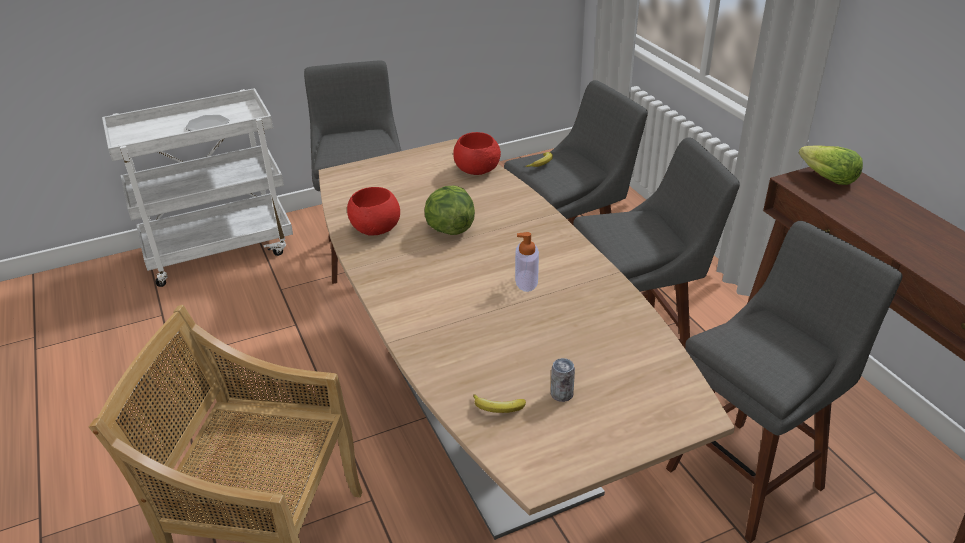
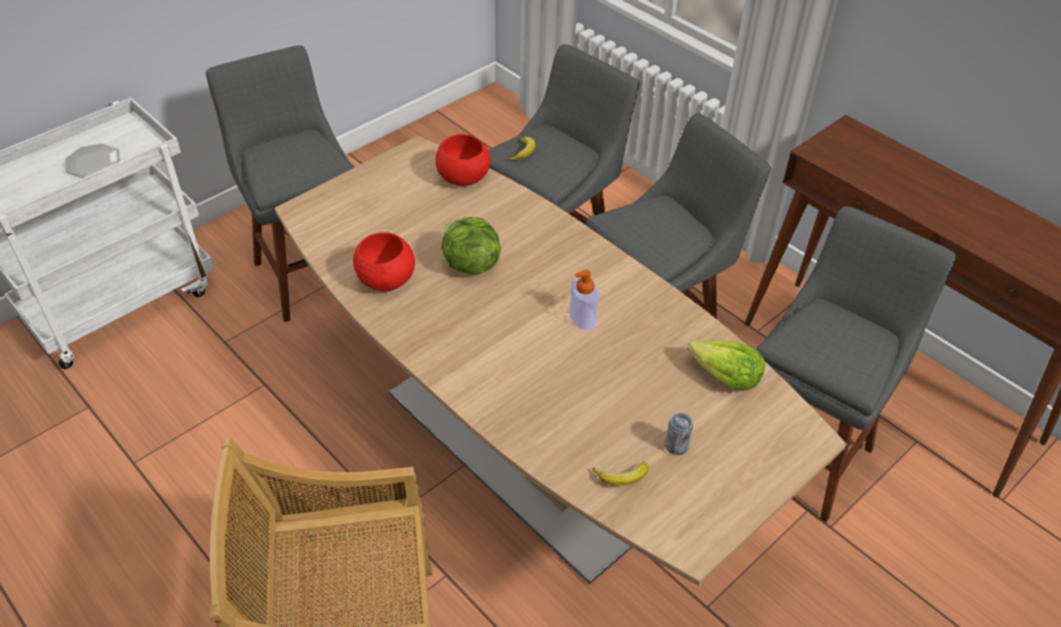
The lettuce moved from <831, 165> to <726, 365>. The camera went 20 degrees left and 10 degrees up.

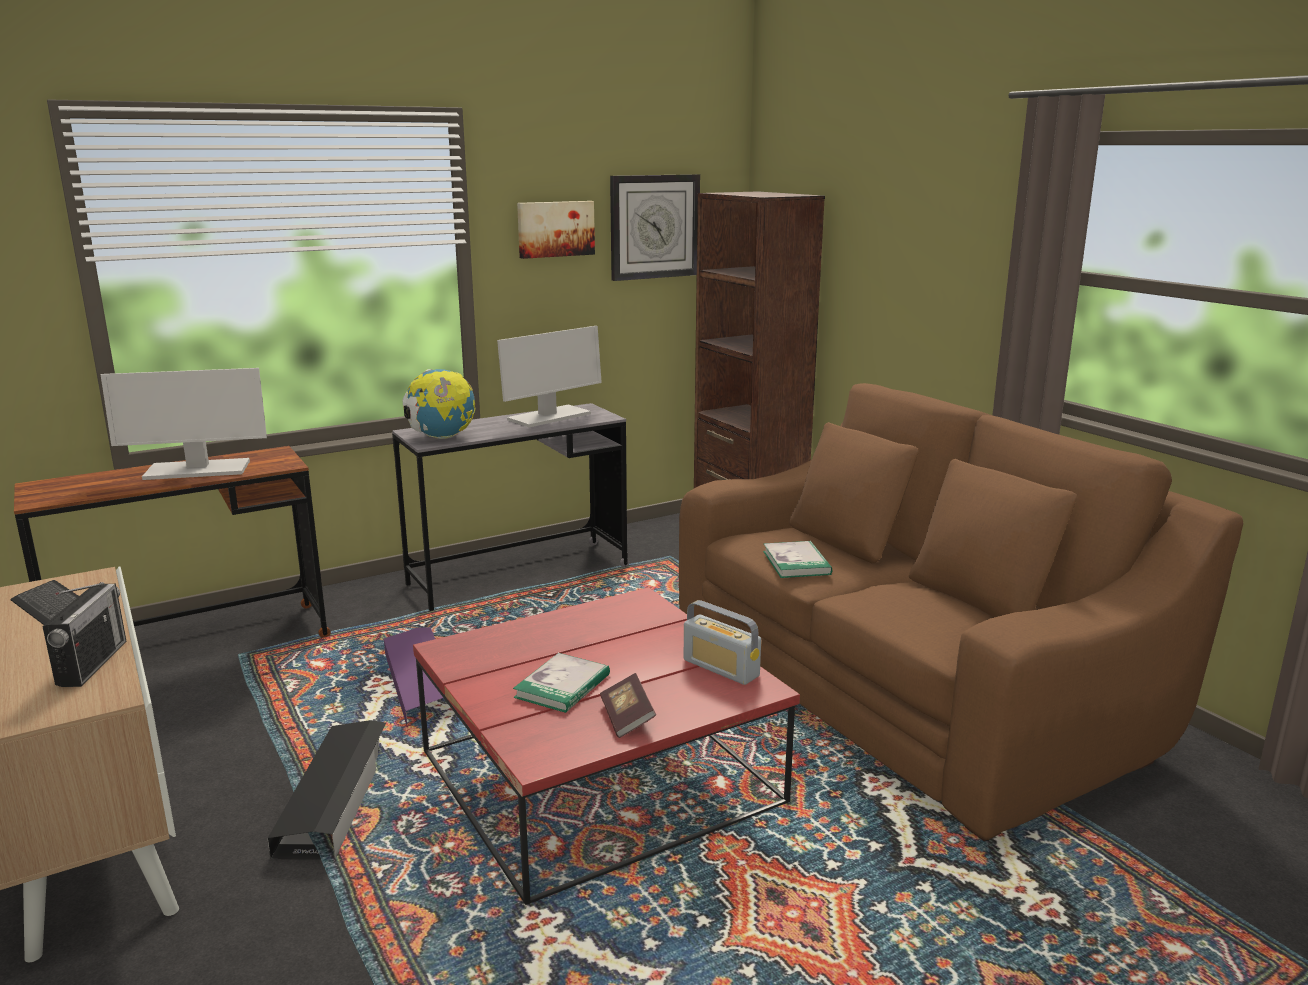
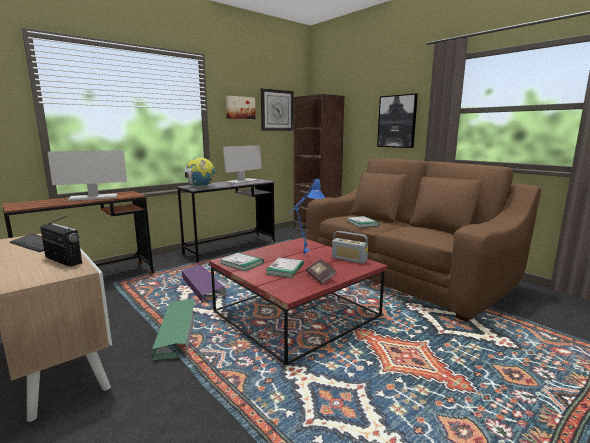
The radio at <85, 634> turned 45 degrees counterclockwise. The storage box/black at <326, 789> became the storage box/green at <173, 329>. The picture at <397, 121> appeared. The table lamp/blue at <307, 216> appeared. The book at <242, 261> appeared. The camera went 10 degrees left and 5 degrees down.

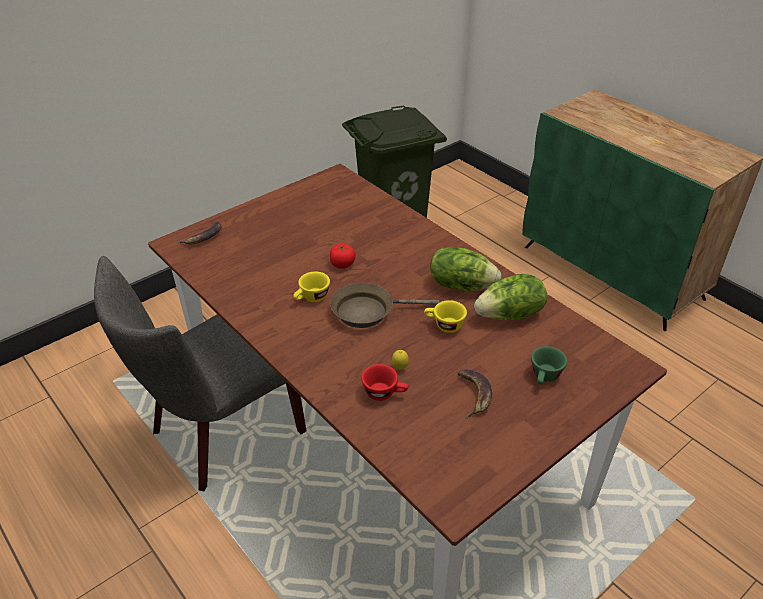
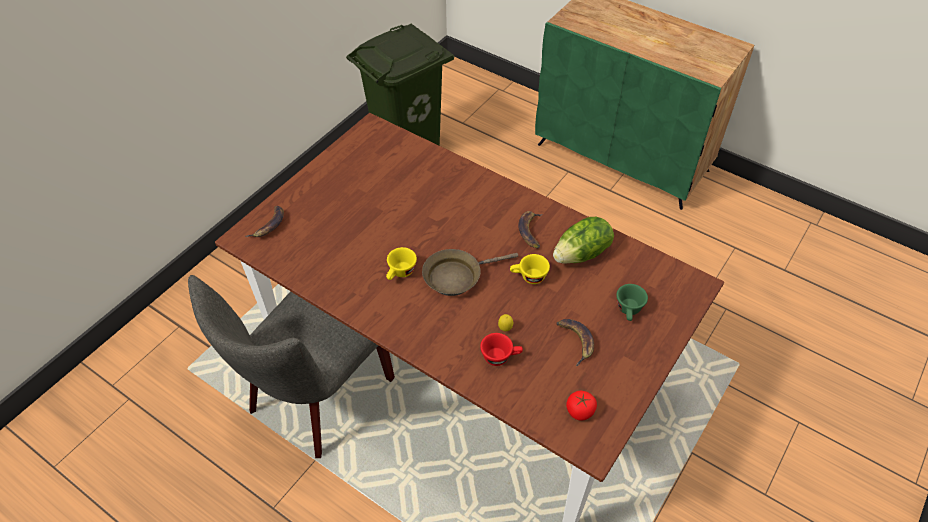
The tomato moved from <343, 256> to <581, 406>. The lettuce at <465, 269> was replaced by the banana at <530, 229>. The camera went 15 degrees left and 10 degrees up.

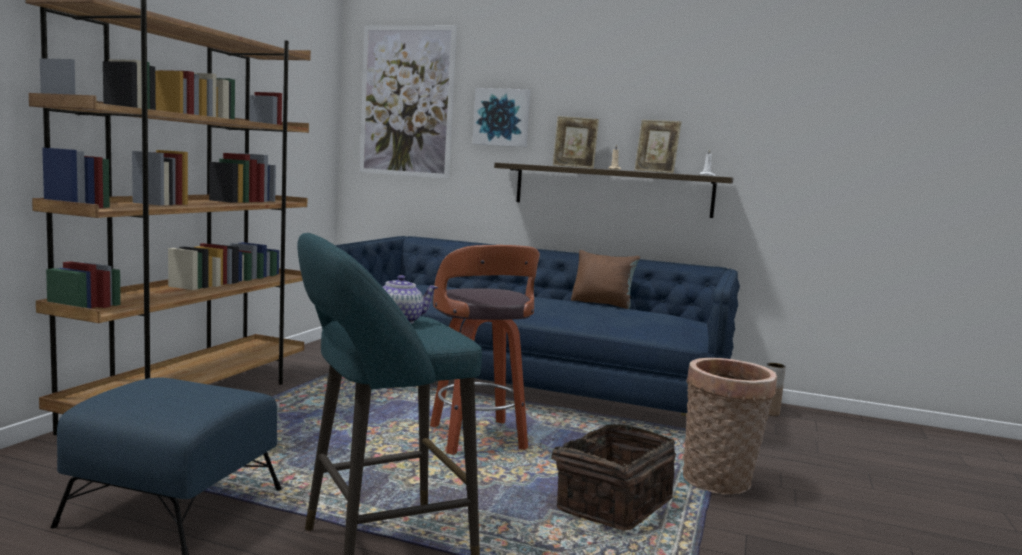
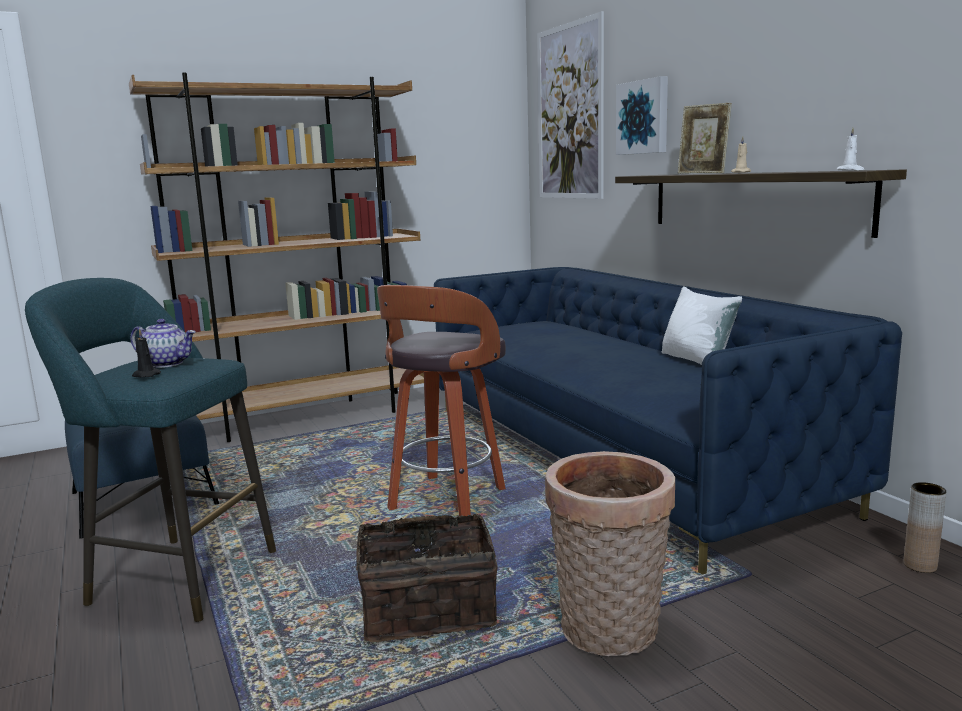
The picture frame at <657, 146> disappeared. The pillow/brown at <605, 279> became the pillow/white at <702, 325>. The candle/black at <146, 353> appeared. The camera went 45 degrees right and 5 degrees up.

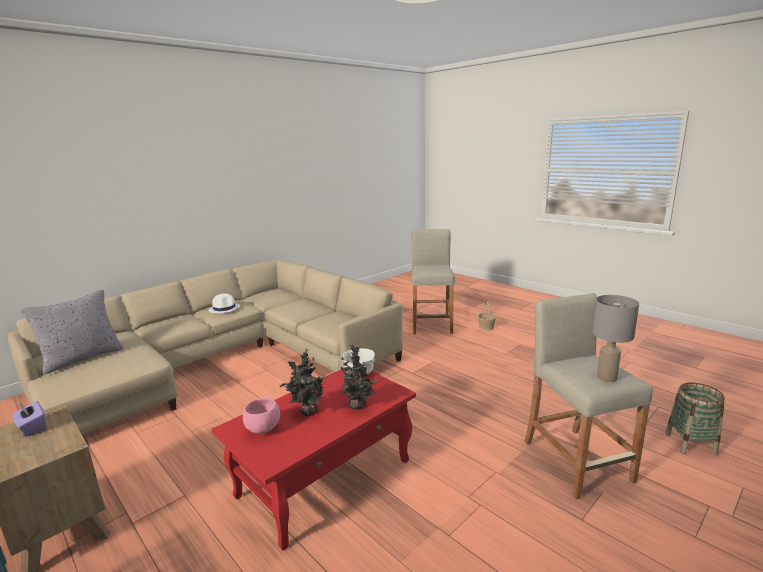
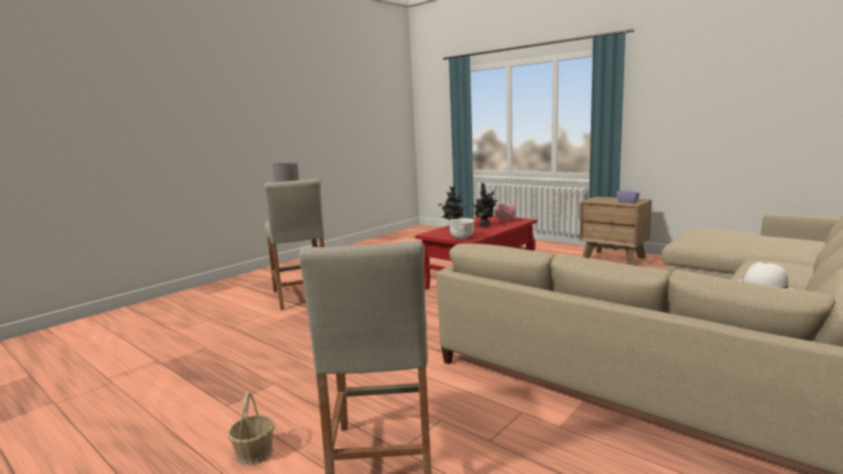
The pillow/grey at <72, 332> disappeared. The basket at <695, 419> disappeared. The camera went 175 degrees right and 5 degrees down.

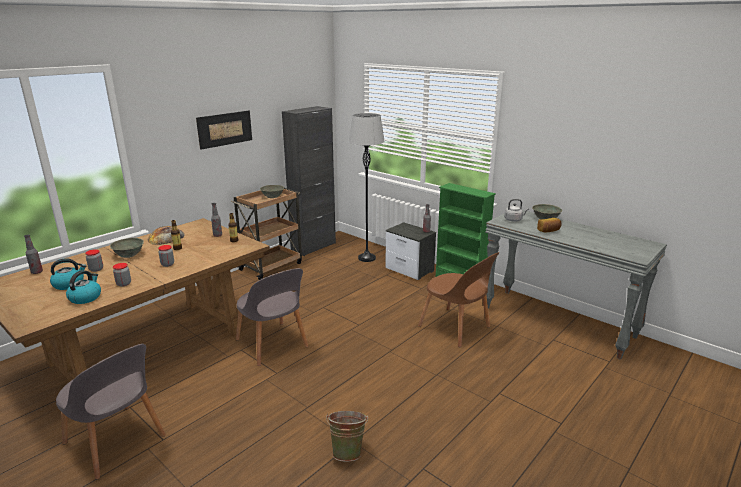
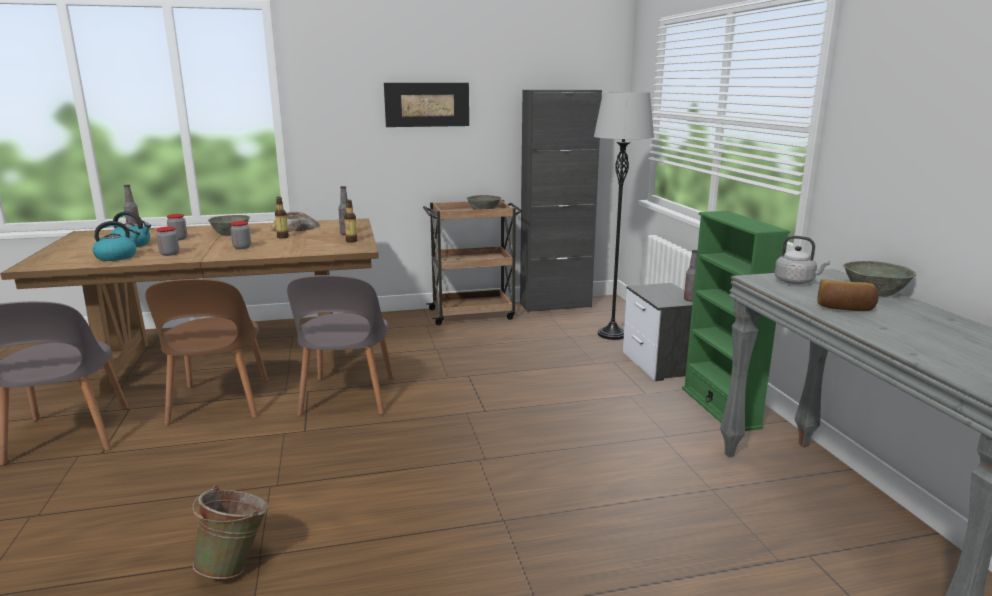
The chair/brown moved from <458, 299> to <206, 352>. The camera went 35 degrees right and 5 degrees down.

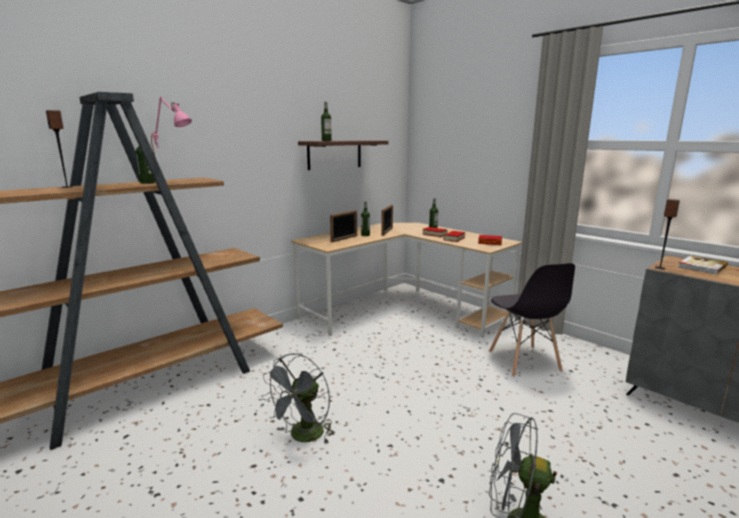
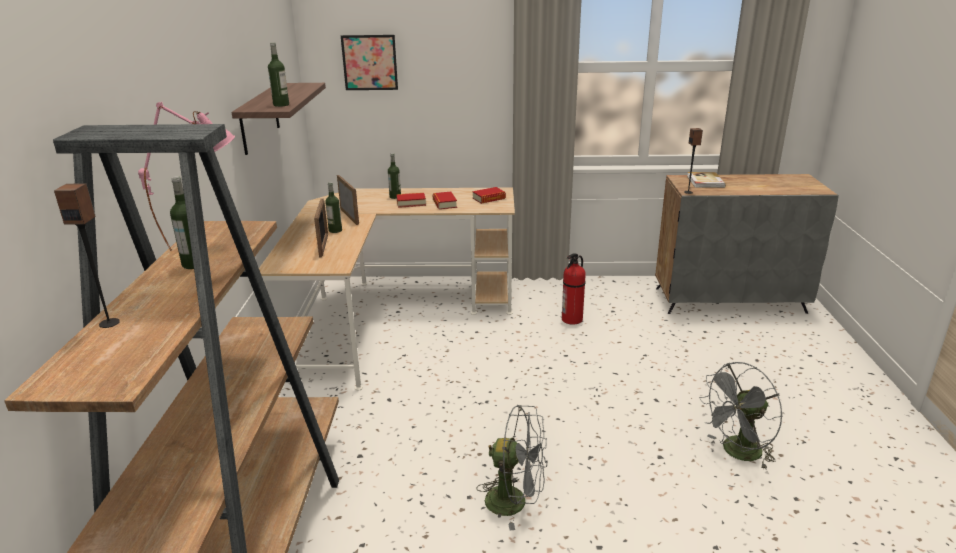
The chair/grey at <532, 320> was replaced by the fire extinguisher at <574, 289>. The fan/grey at <298, 398> turned 60 degrees counterclockwise. The picture at <369, 62> appeared. The camera went 45 degrees left and 10 degrees up.

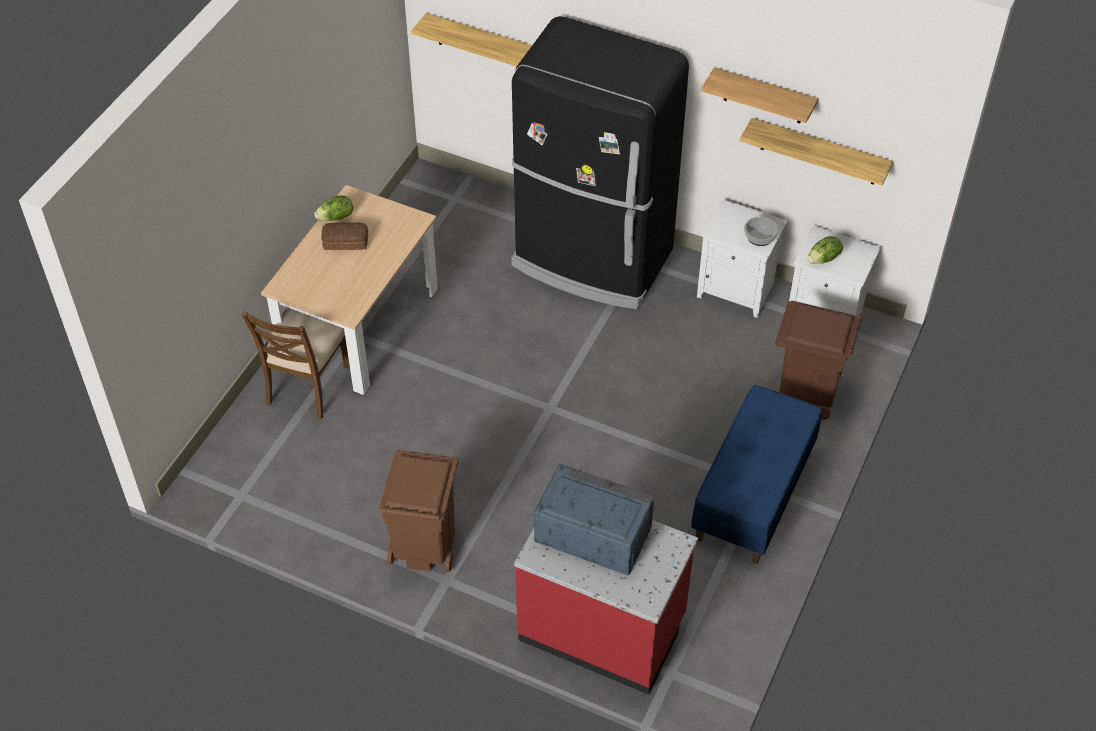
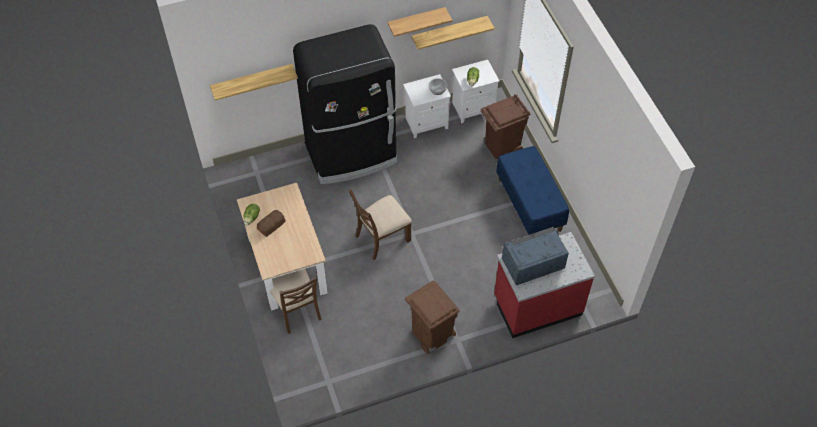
The chair/brown at <380, 224> appeared. The camera went 45 degrees left and 5 degrees up.

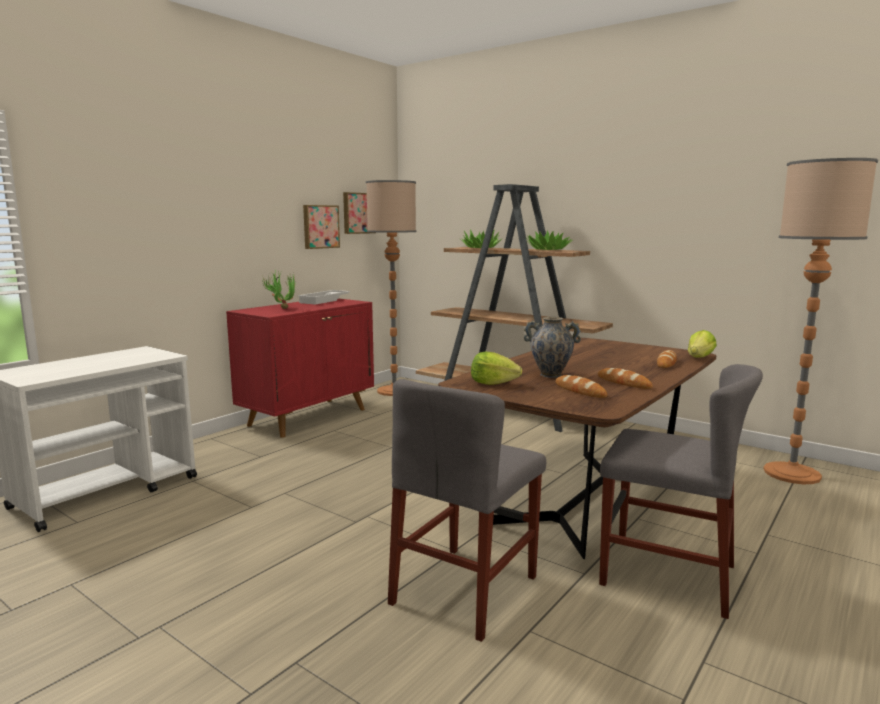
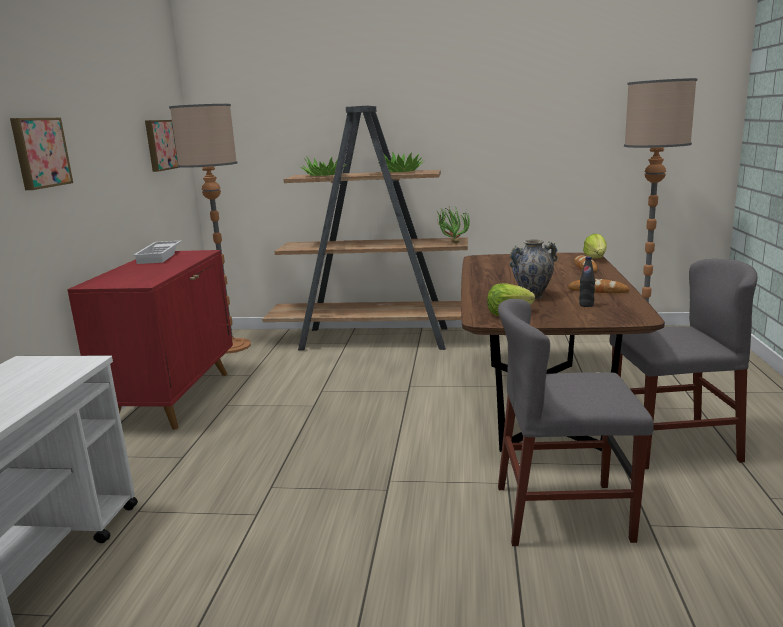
The picture moved from <321, 227> to <41, 154>. The potted plant moved from <278, 289> to <453, 225>. The bread at <581, 386> was replaced by the bottle/black at <587, 282>. The chair/grey at <467, 510> turned 90 degrees clockwise. The camera went 30 degrees left and 5 degrees up.

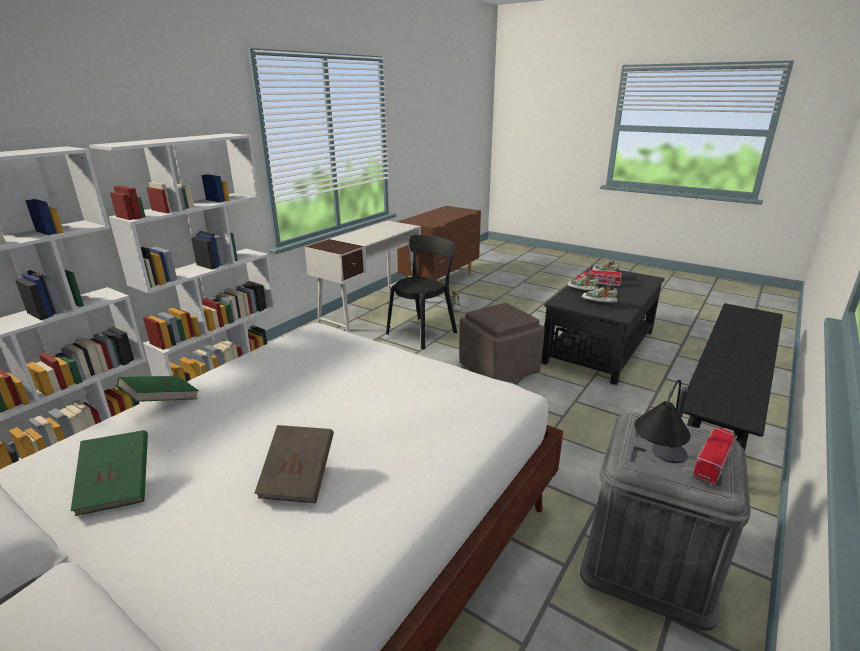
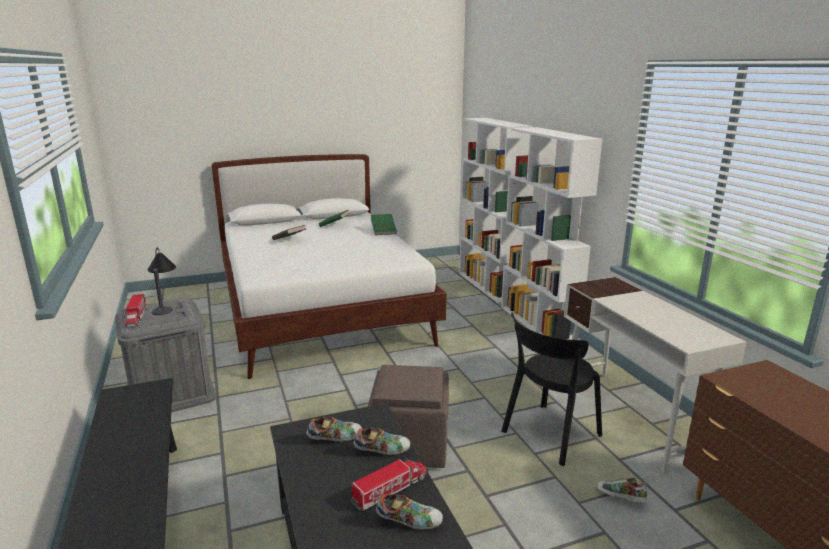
The chair/black at <421, 292> turned 60 degrees clockwise. The camera went 125 degrees right and 5 degrees down.

